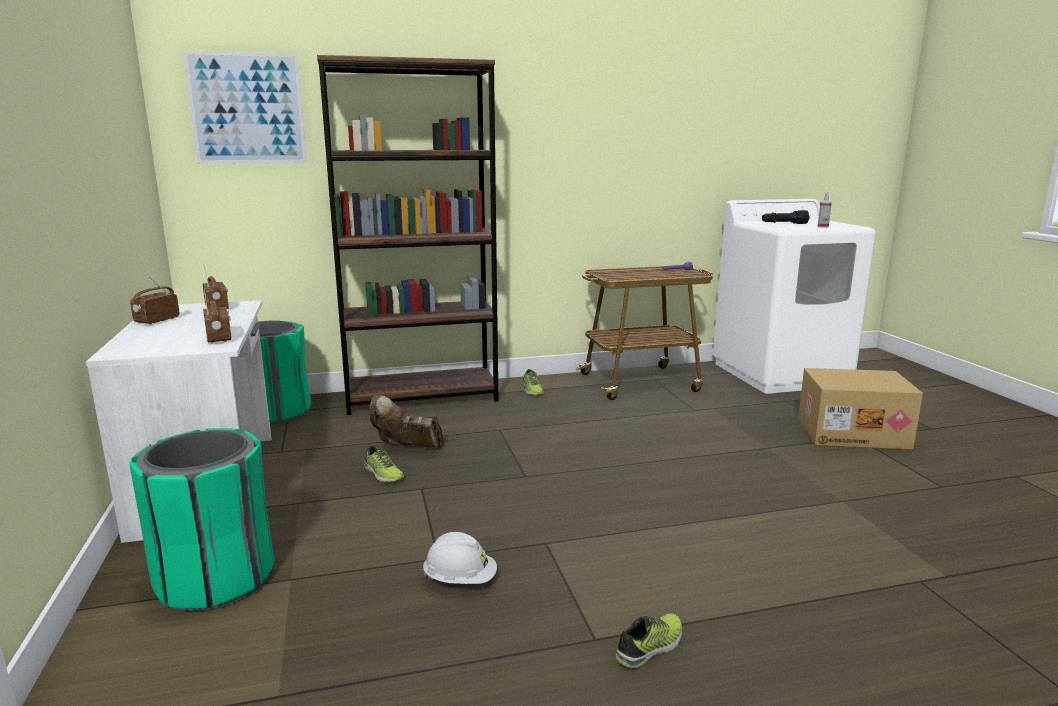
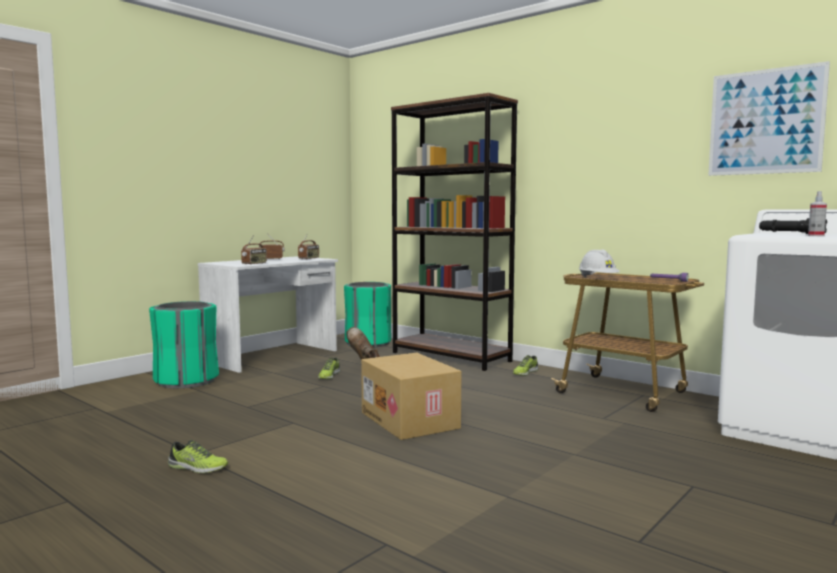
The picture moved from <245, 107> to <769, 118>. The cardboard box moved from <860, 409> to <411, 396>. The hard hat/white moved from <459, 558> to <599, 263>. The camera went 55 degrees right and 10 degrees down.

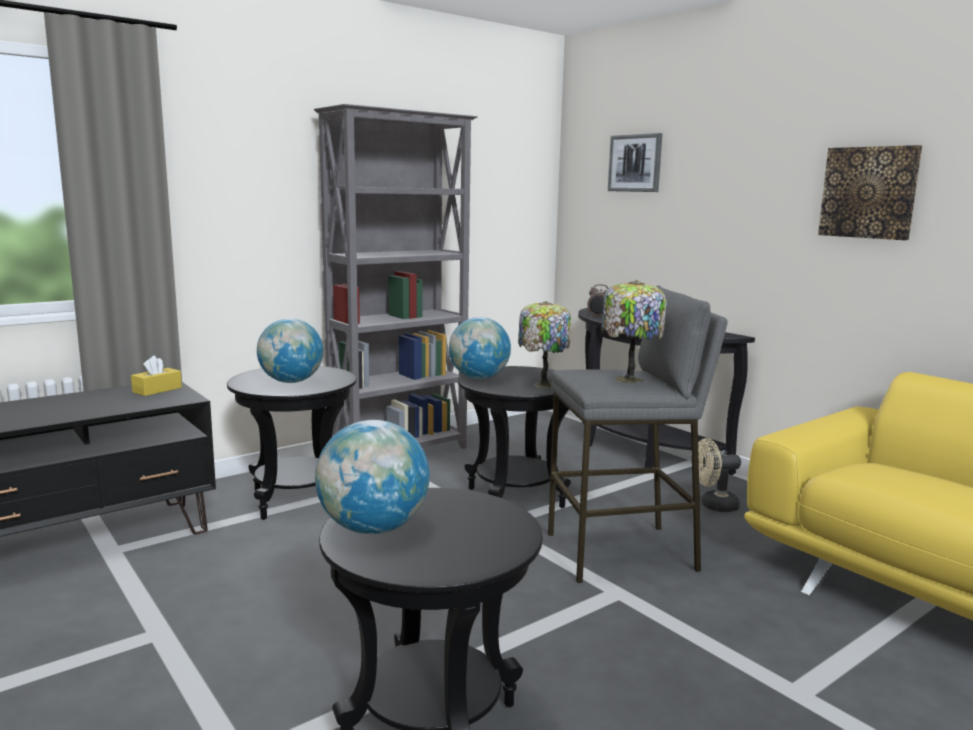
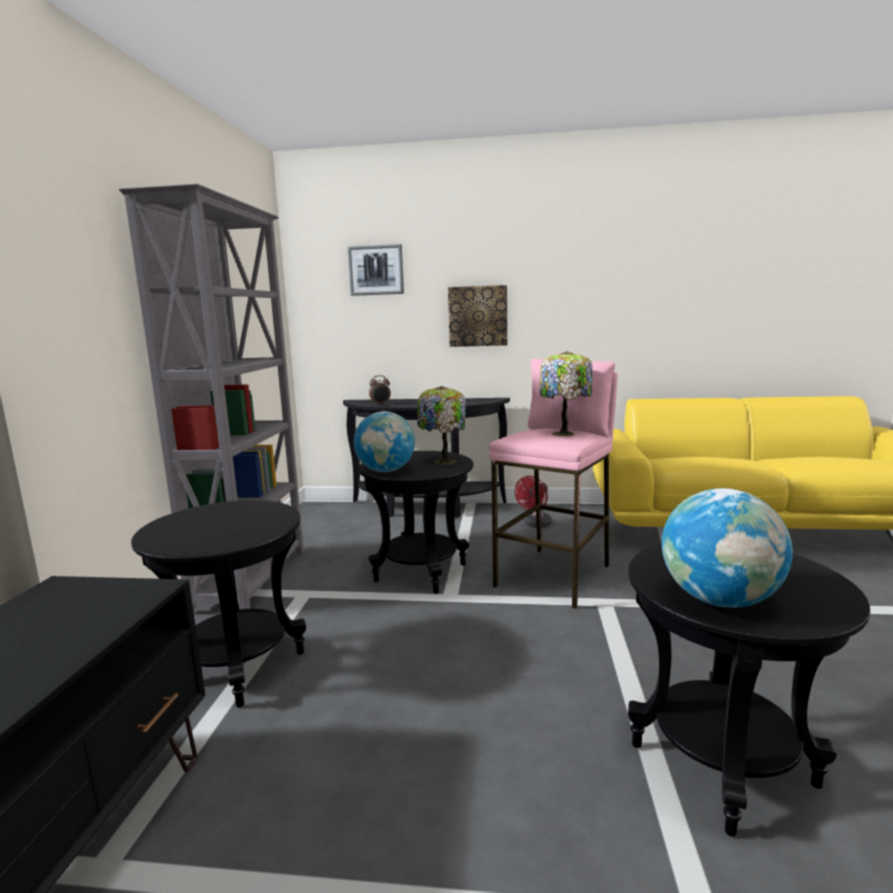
The picture moved from <870, 192> to <477, 316>. The stool/grey at <638, 434> became the stool/pink at <553, 483>. The globe at <290, 350> disappeared. The tissue box/yellow at <156, 376> disappeared. The fan/beige at <719, 475> became the fan/red at <533, 502>. The camera went 45 degrees left and 0 degrees up.

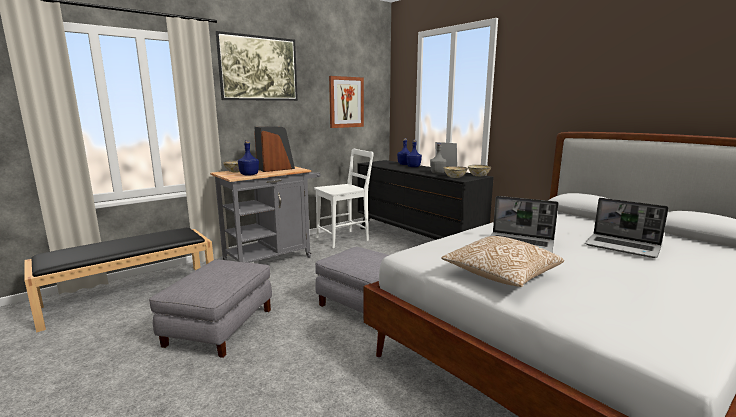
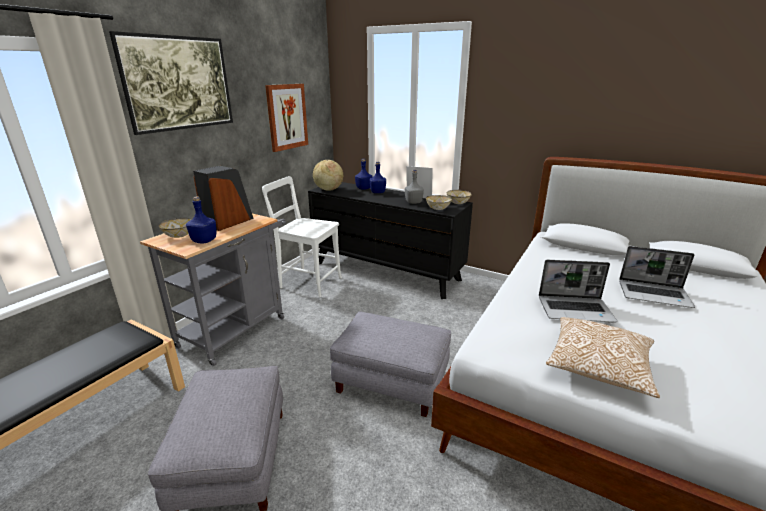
The chair/white at <344, 198> turned 105 degrees counterclockwise. The globe at <328, 175> appeared. The camera went 20 degrees left and 10 degrees up.

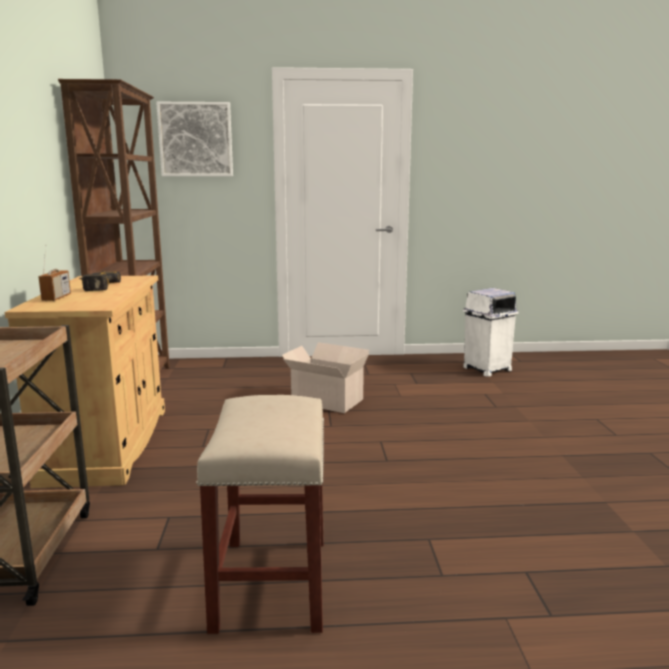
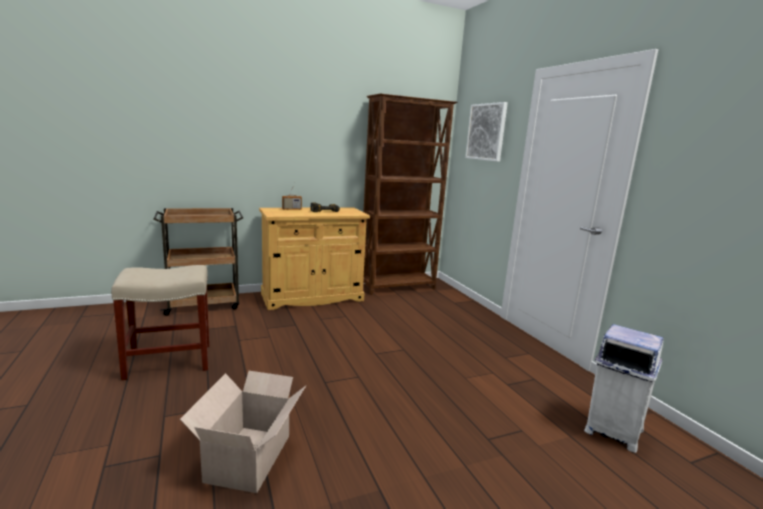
The cardboard box moved from <325, 377> to <243, 432>. The camera went 70 degrees right and 0 degrees up.

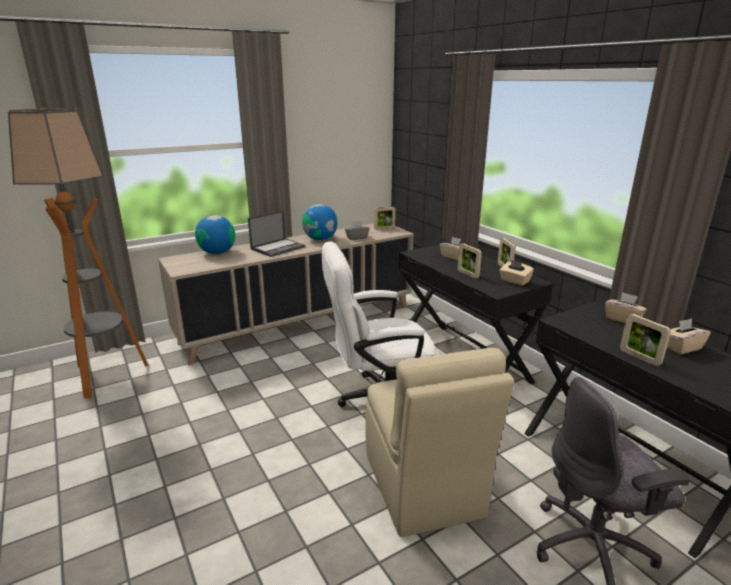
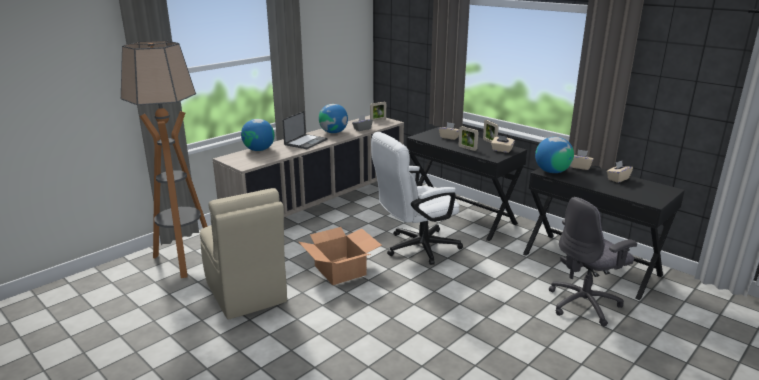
The picture frame at <645, 340> disappeared. The chair/beige moved from <439, 442> to <243, 254>. The globe at <554, 155> appeared. The cardboard box at <340, 256> appeared. The camera went 15 degrees left and 0 degrees up.

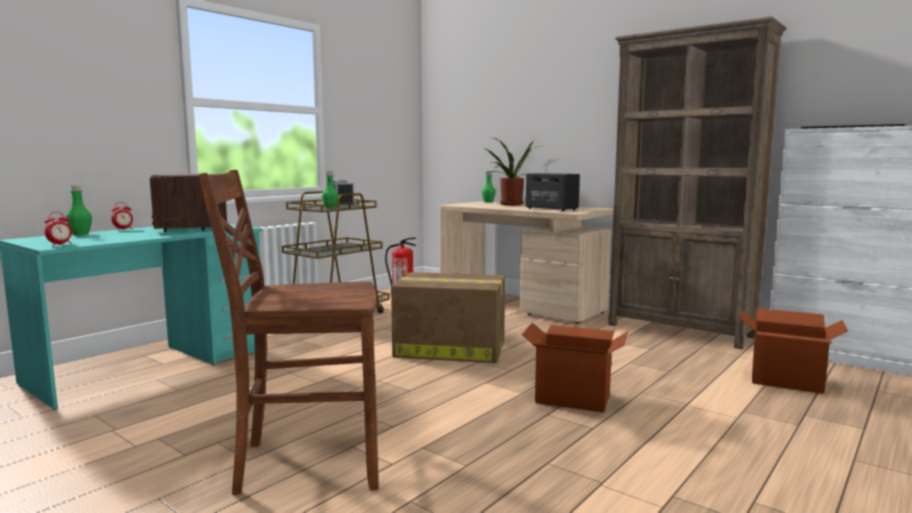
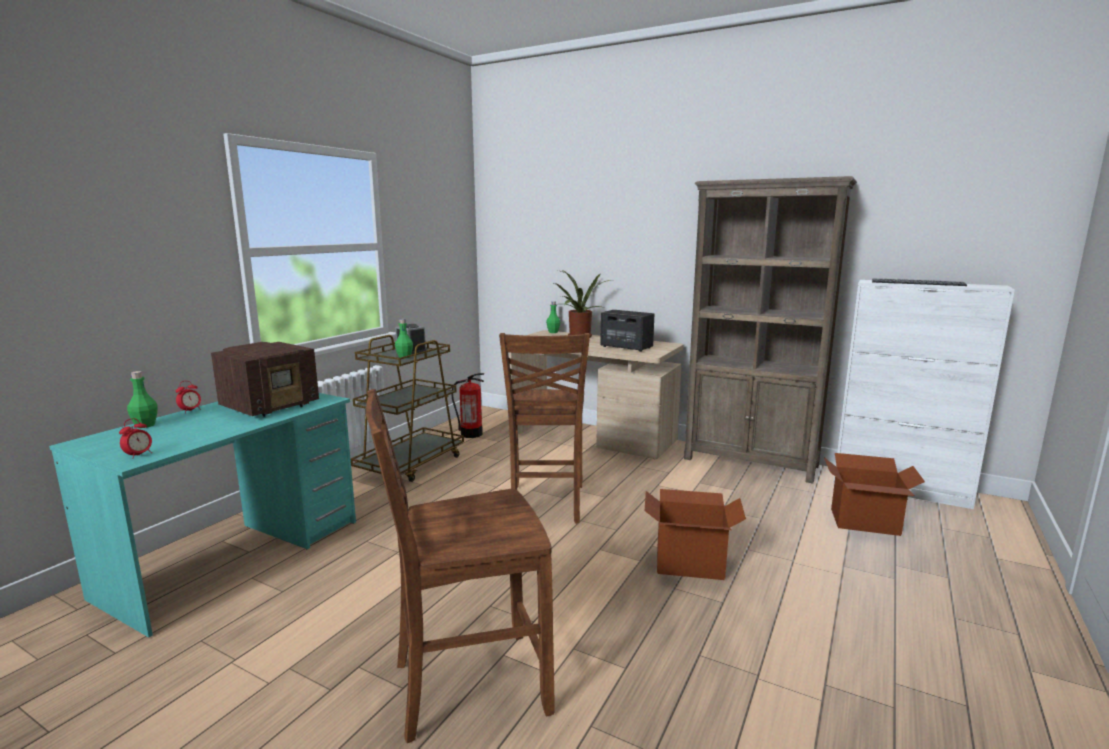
The radio at <188, 203> turned 120 degrees counterclockwise. The cardboard box at <448, 317> was replaced by the chair/brown at <544, 428>. The camera went 10 degrees left and 5 degrees up.

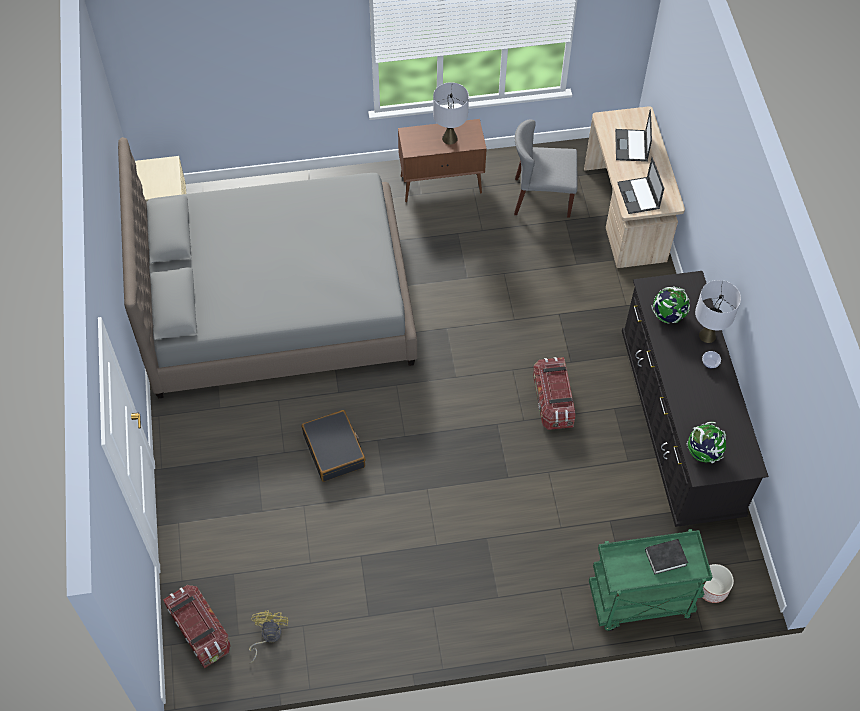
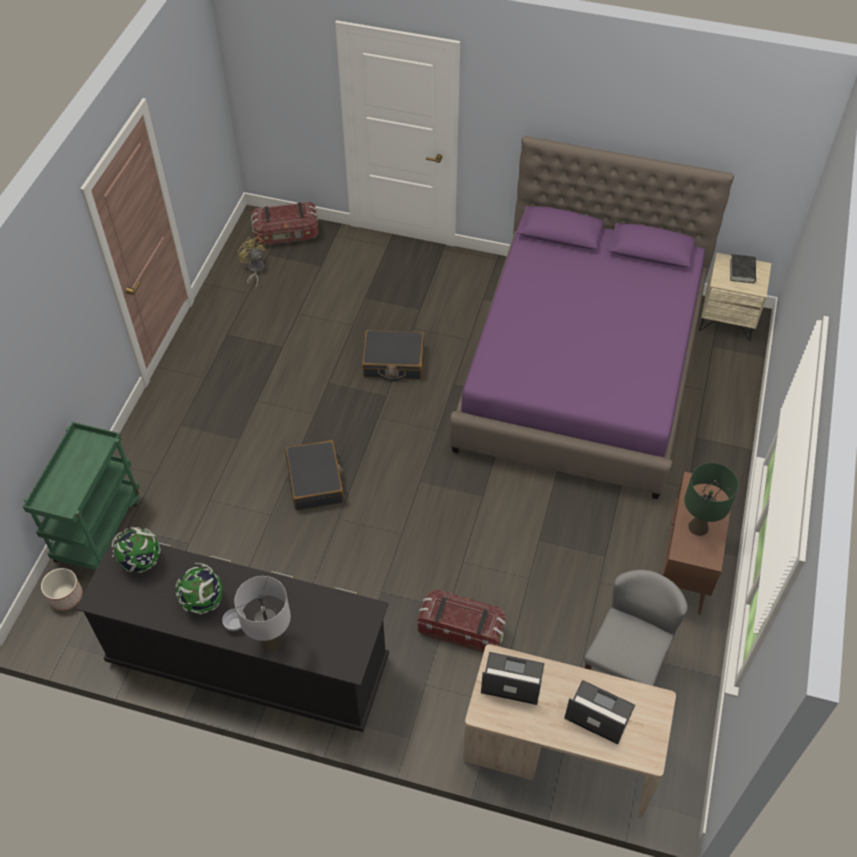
The table lamp/grey at <451, 113> became the table lamp/green at <711, 499>. The bed/grey at <267, 268> became the bed/purple at <592, 317>. The globe moved from <671, 305> to <198, 588>. The storage box moved from <554, 393> to <462, 621>. The book/black moved from <666, 557> to <743, 268>. The fan/yellow at <268, 637> turned 150 degrees counterclockwise. The suitcase/black at <314, 475> appeared. The camera went 115 degrees right and 5 degrees down.

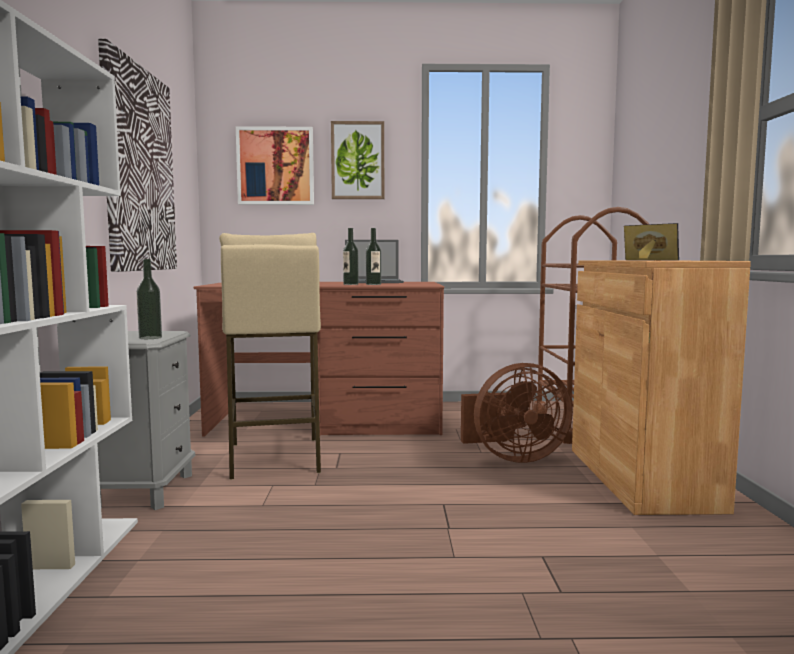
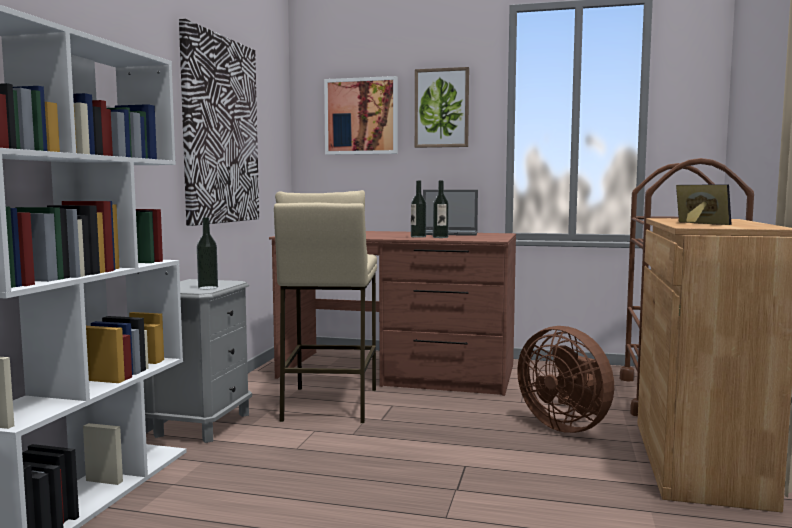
The fan/brown at <517, 413> turned 45 degrees clockwise. The camera went 15 degrees right and 0 degrees up.

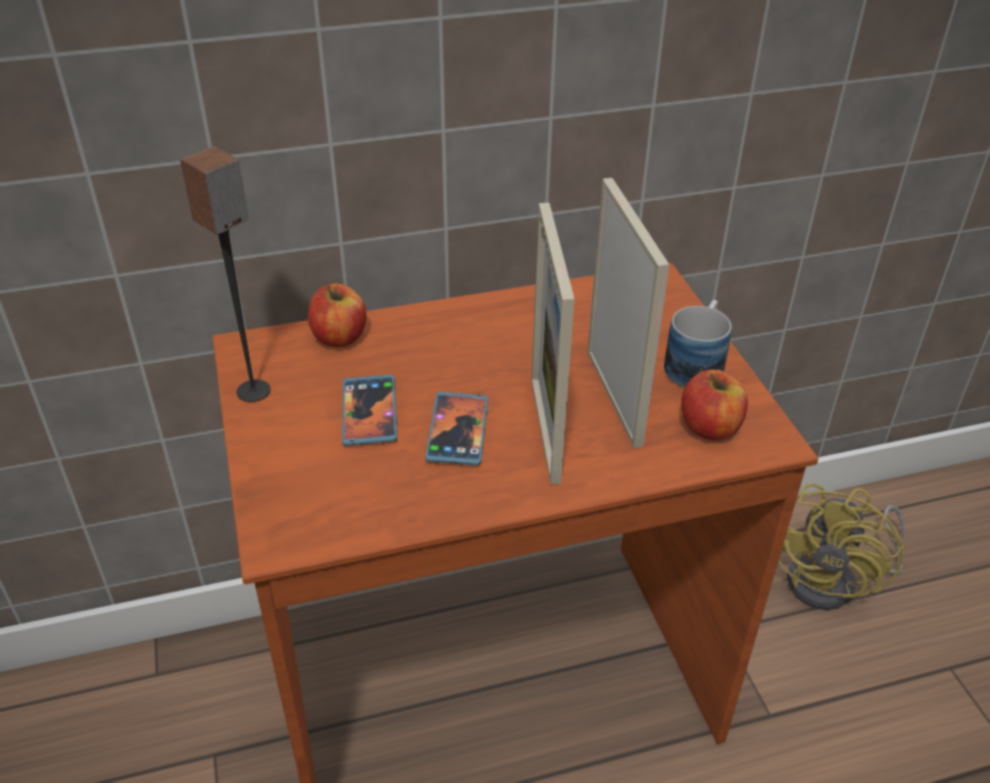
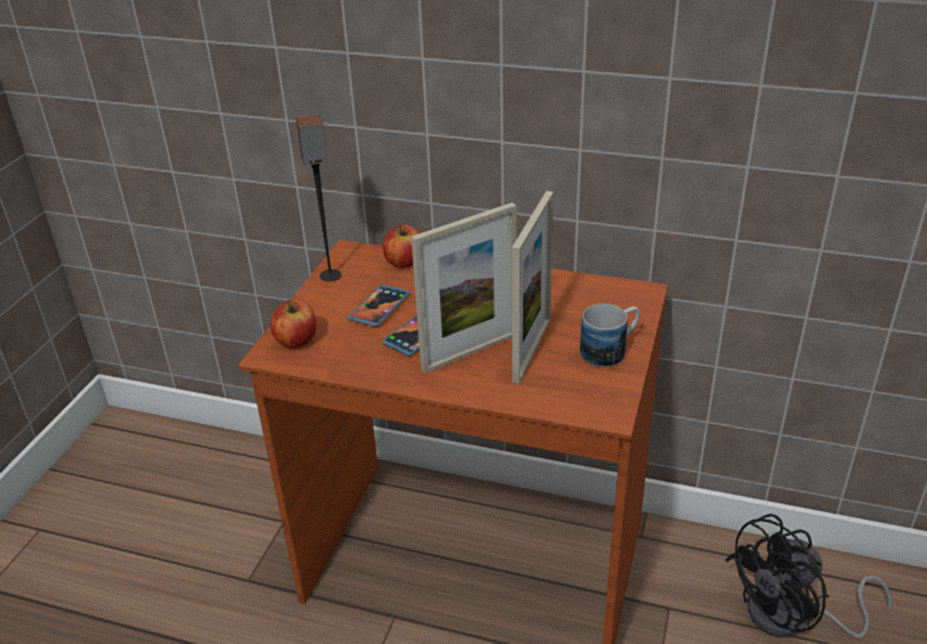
The picture frame at <553, 343> turned 150 degrees counterclockwise. The apple moved from <714, 404> to <293, 324>. The fan/yellow at <842, 546> became the fan/black at <808, 576>. The camera went 35 degrees right and 5 degrees down.

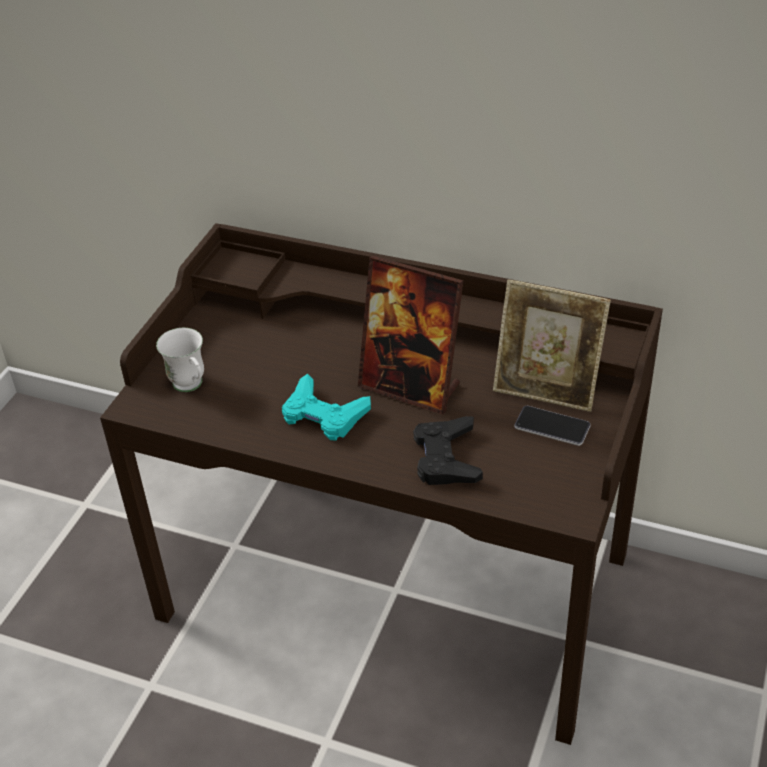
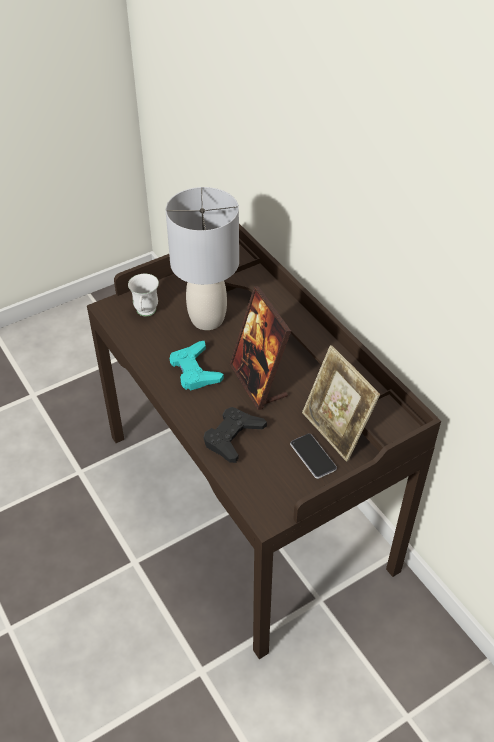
The table lamp/grey at <202, 258> appeared. The camera went 35 degrees right and 5 degrees up.

